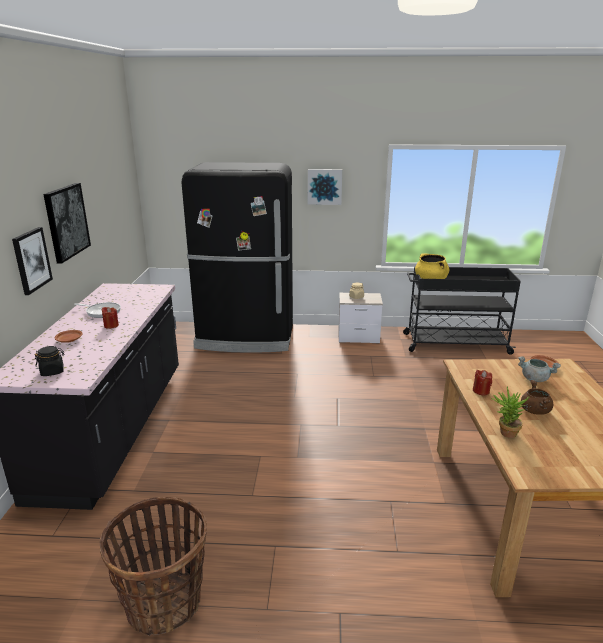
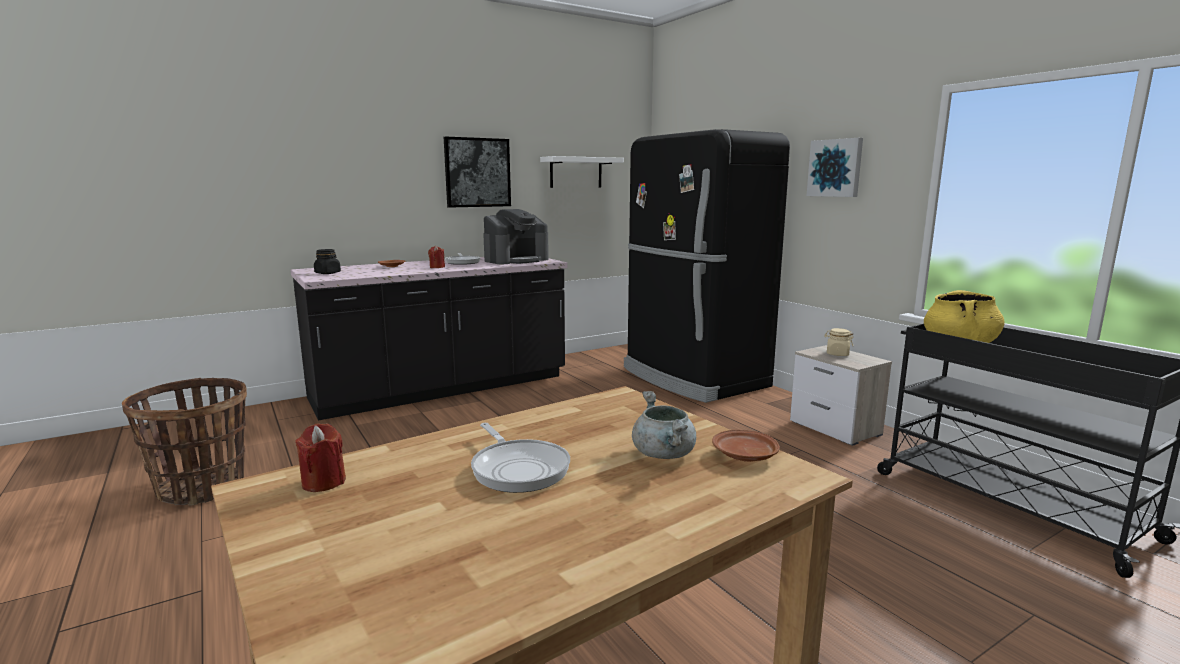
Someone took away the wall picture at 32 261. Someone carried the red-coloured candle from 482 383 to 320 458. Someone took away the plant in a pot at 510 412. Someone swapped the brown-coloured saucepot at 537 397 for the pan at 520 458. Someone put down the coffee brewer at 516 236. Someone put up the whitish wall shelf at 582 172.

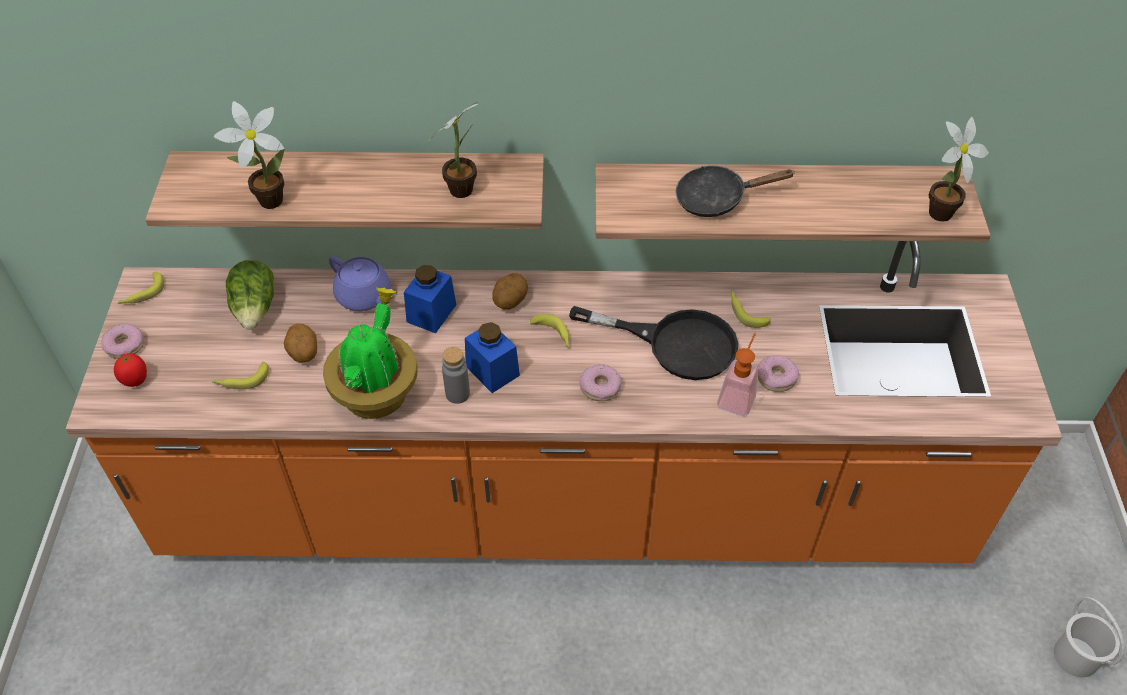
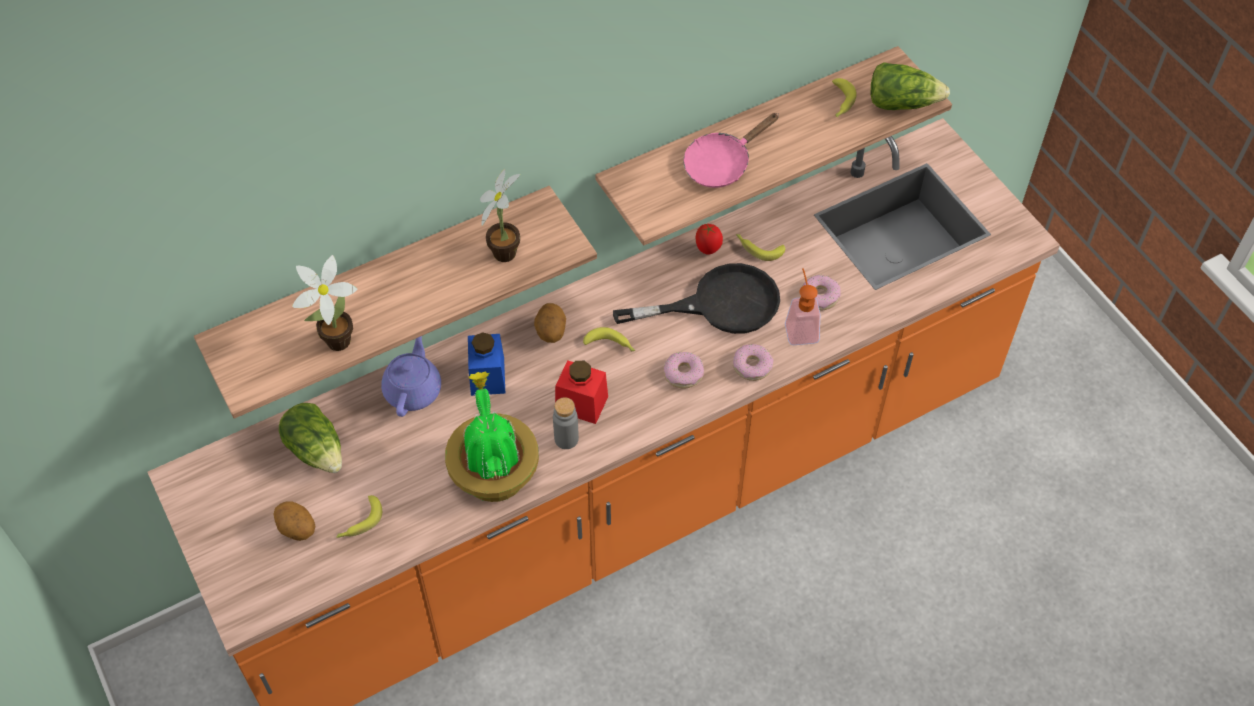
Someone carried the ring doughnut from 122 341 to 753 362. Someone carried the fresh tomato from 130 370 to 709 239. Someone carried the banana fruit from 141 288 to 844 97. Someone carried the potato from 300 343 to 294 521. Someone rotated the purple pot for tea at 362 283 by 90 degrees counterclockwise. Someone repainted the blue-coloured jar at 492 357, which became the red-coloured jar at 581 392. Someone repainted the blackish pan at 735 191, which became the pinkish pan at 731 150. Someone swapped the plant in a pot at 959 169 for the head of lettuce at 910 86. Someone took away the whitish bucket at 1089 637.

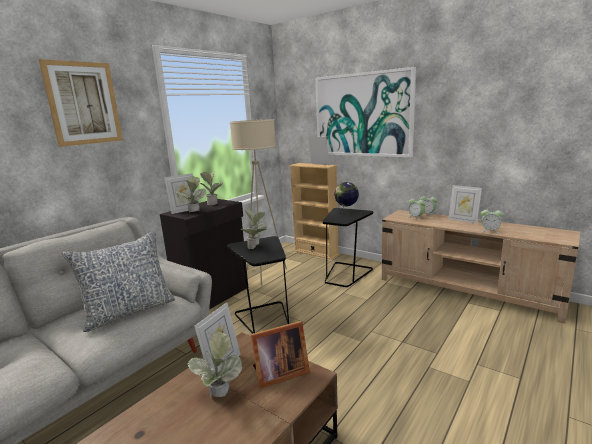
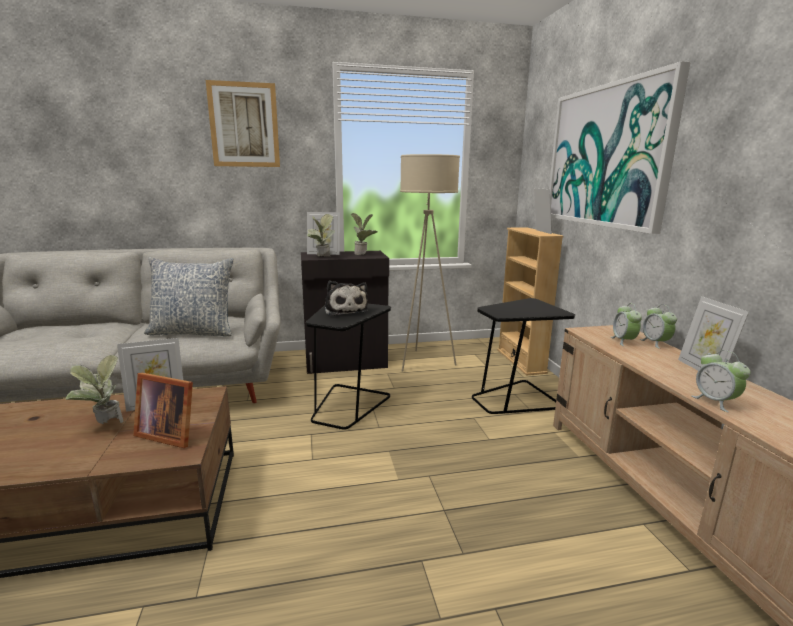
Someone swapped the plant in a pot at 254 229 for the cuddly toy at 346 298. Someone took away the world globe at 346 198.

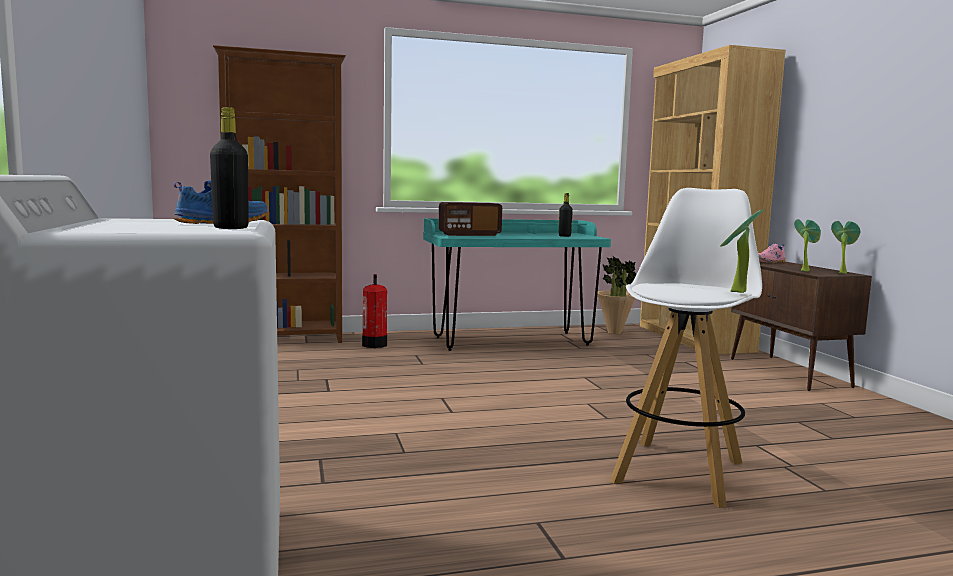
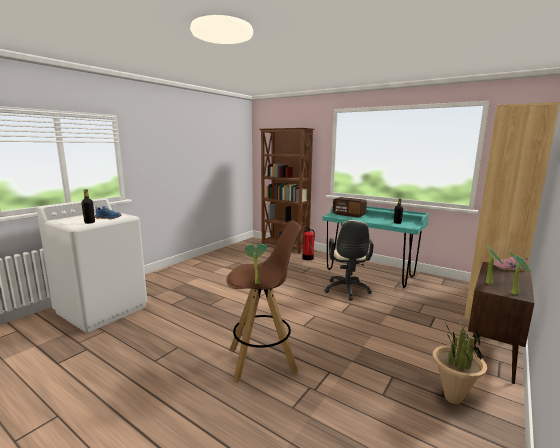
Someone carried the plant in a pot from 616 294 to 460 360. Someone repainted the whitish stool seat at 686 348, which became the brown-coloured stool seat at 264 302. Someone put down the sand-coloured computer chair at 349 260.

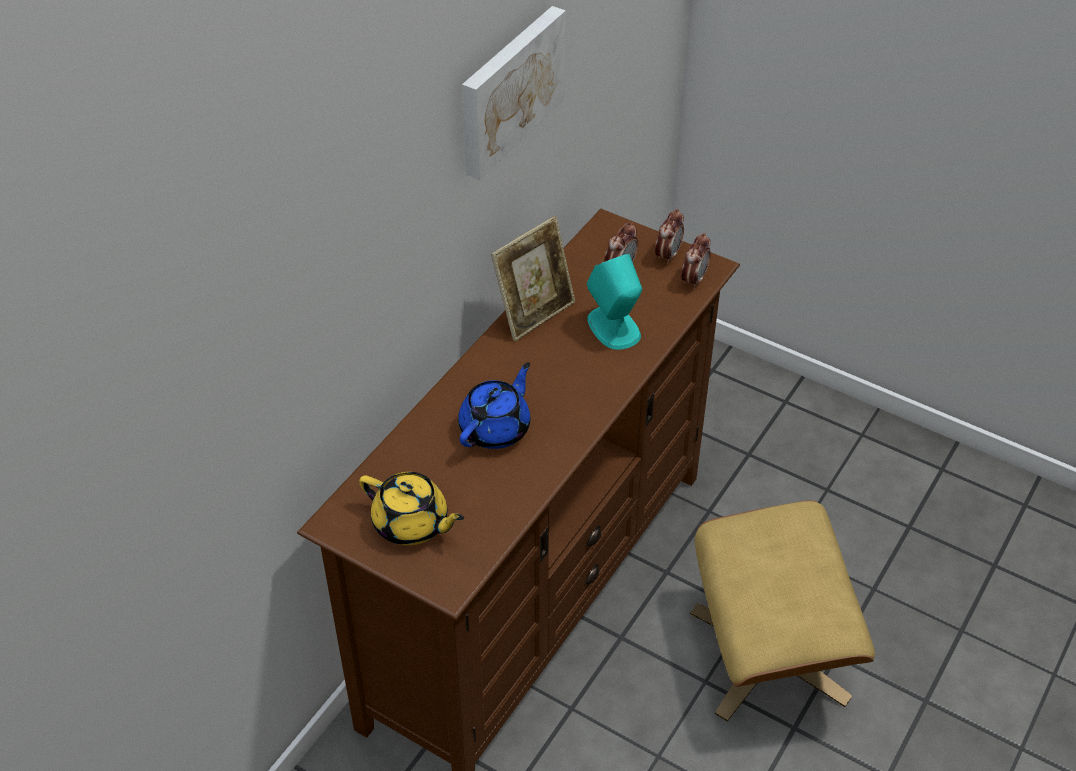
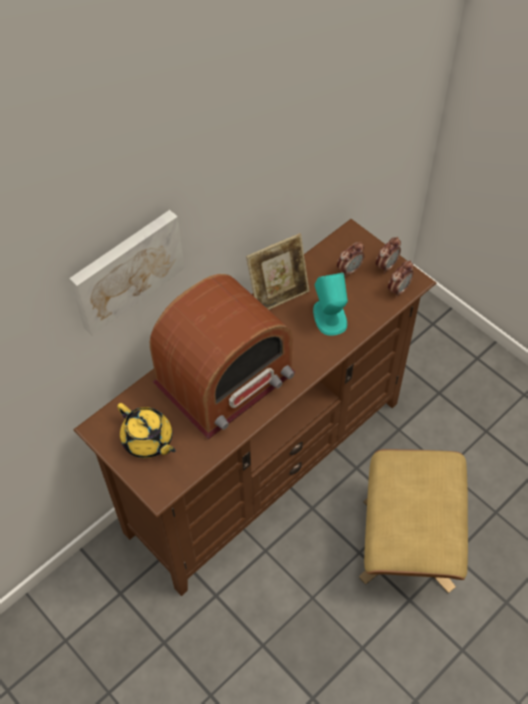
Someone swapped the blue-coloured pot for tea at 494 405 for the radio receiver at 222 357. Someone carried the wall picture from 514 93 to 126 273.

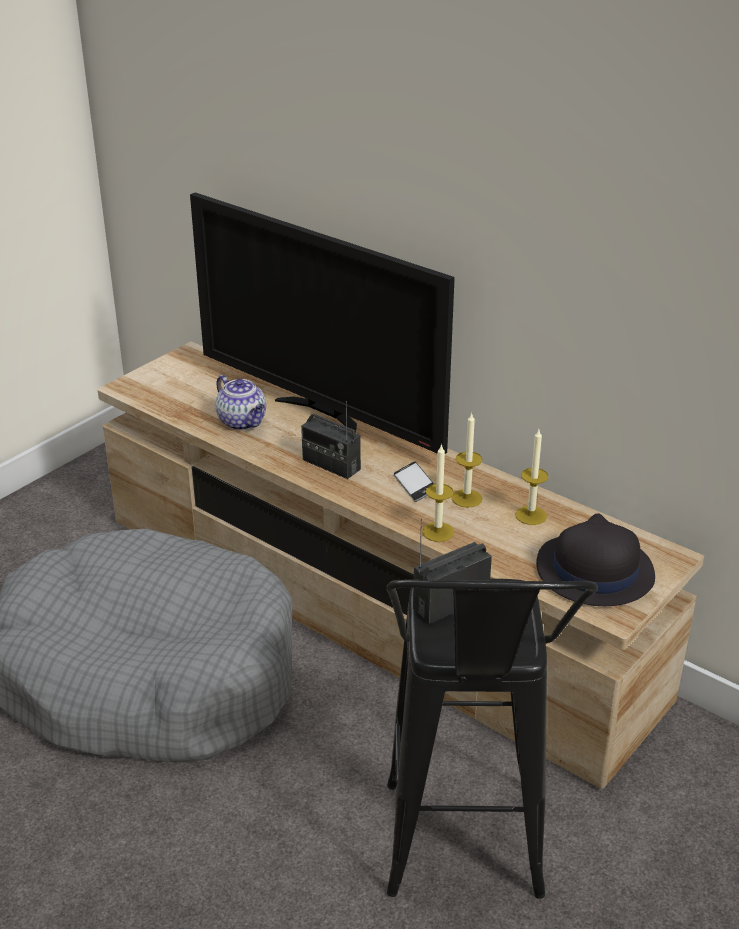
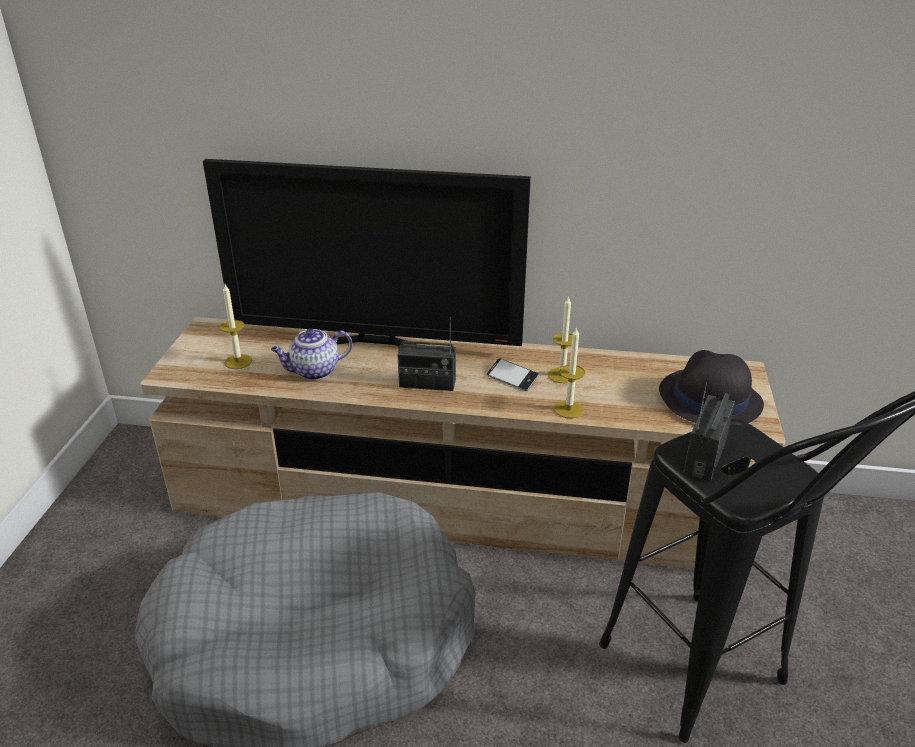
Someone rotated the pot for tea at 241 402 by 135 degrees clockwise. Someone carried the candle from 531 477 to 236 326.

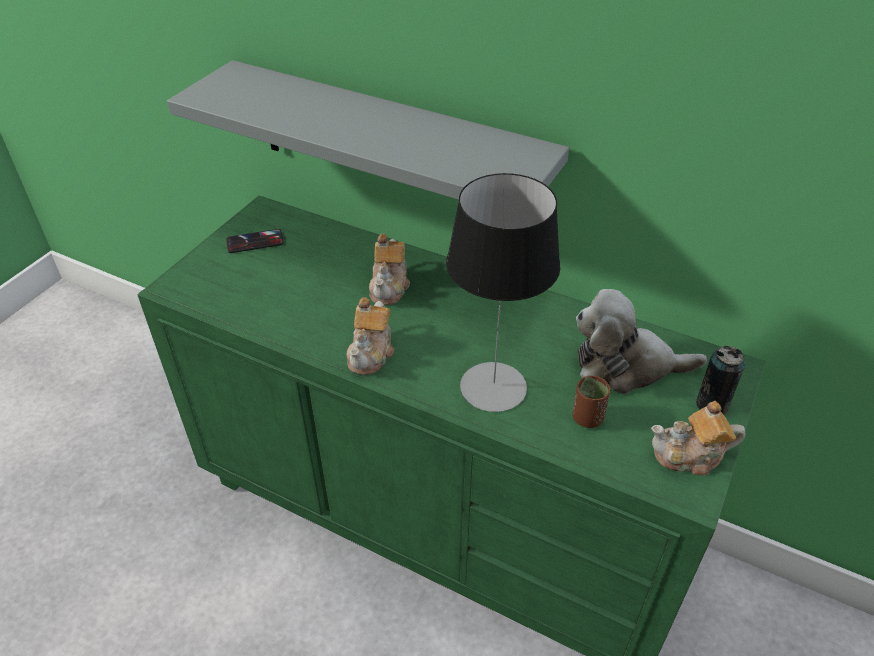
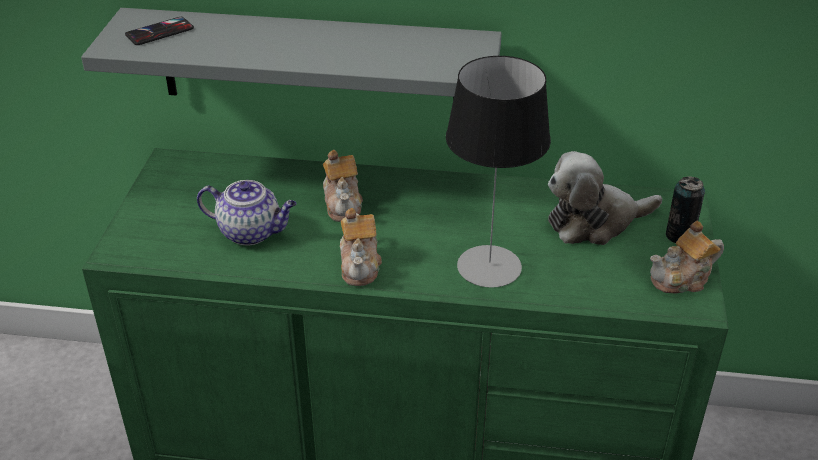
Someone carried the phone from 255 241 to 159 31. Someone took away the brown-coloured cup at 591 402. Someone put down the pot for tea at 247 212.

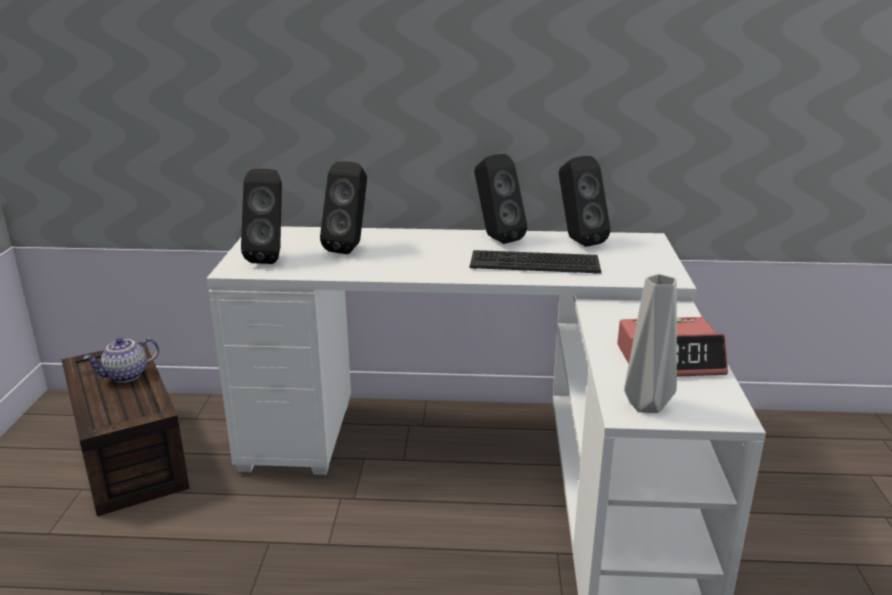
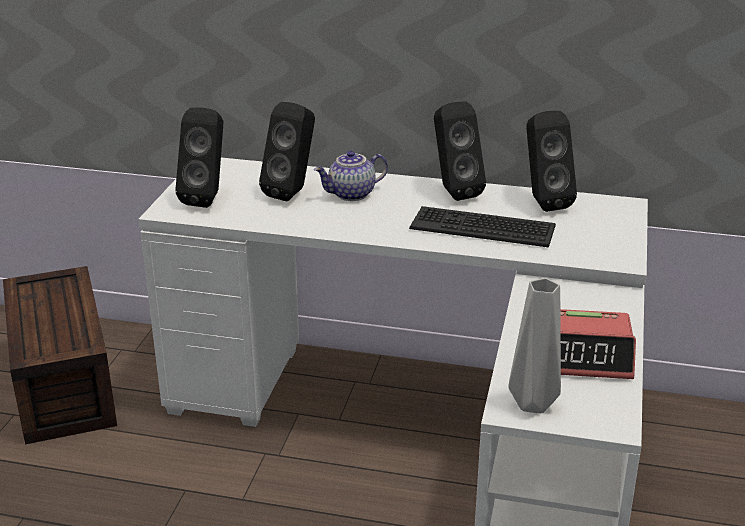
Someone carried the pot for tea from 121 360 to 351 176.

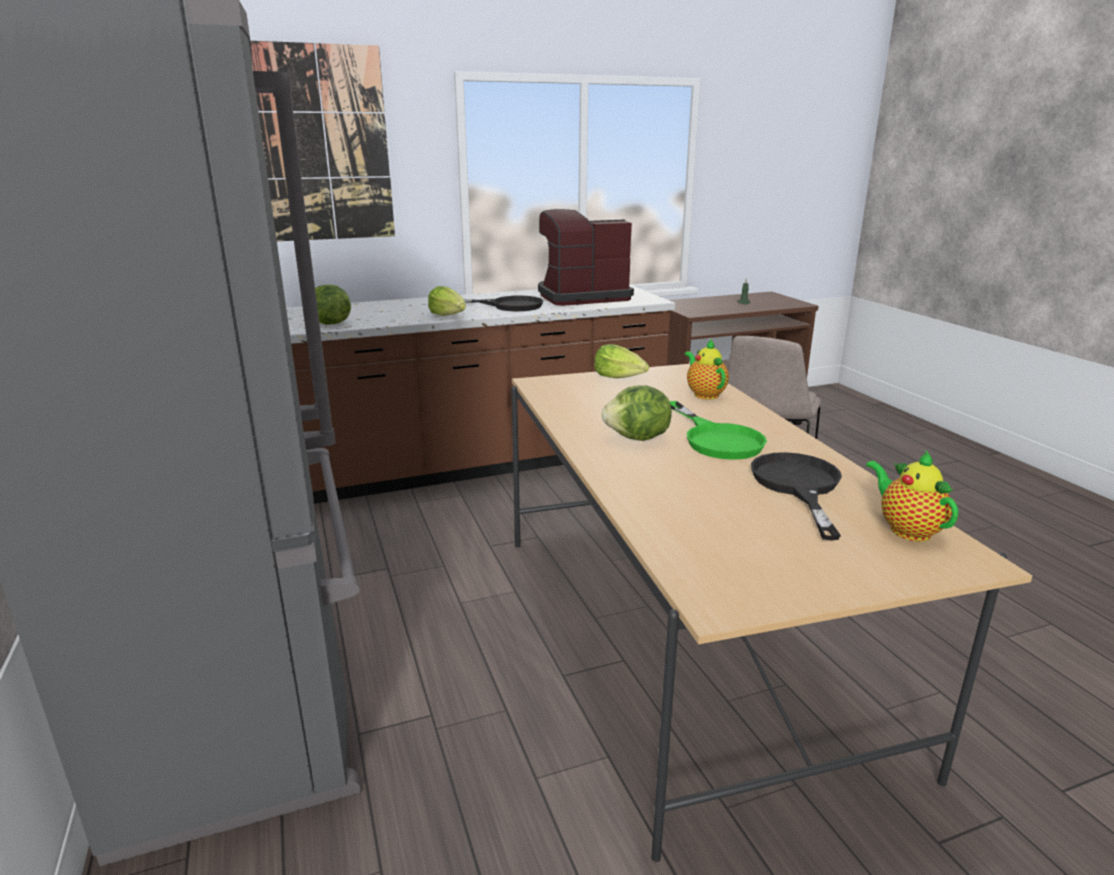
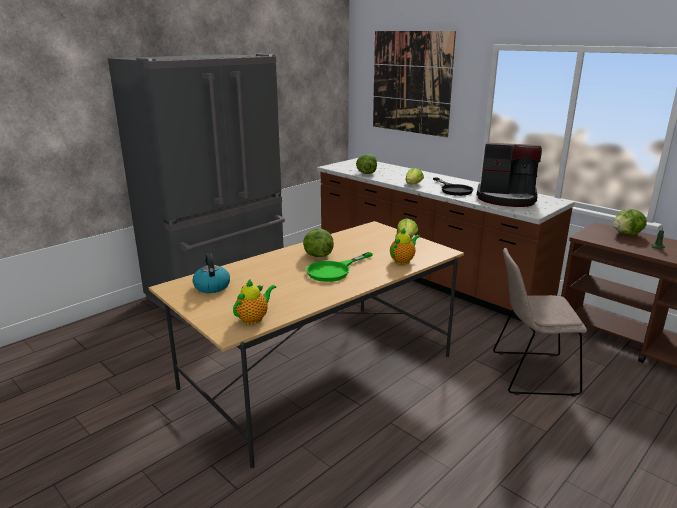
Someone rotated the coffee brewer at 586 257 by 150 degrees clockwise. Someone took away the blackish pan at 796 496. Someone put down the kettle at 211 273. Someone put down the head of lettuce at 630 222.

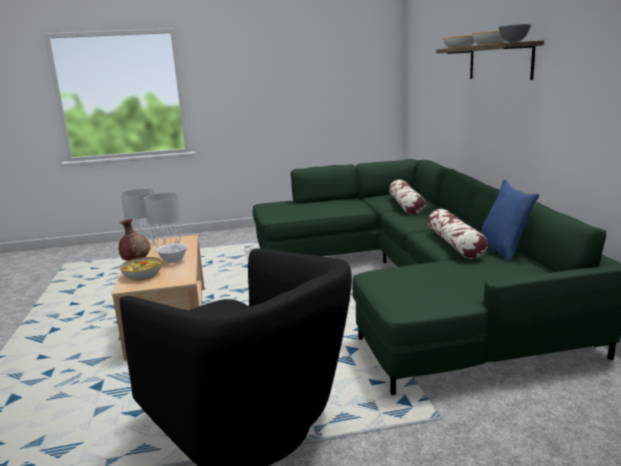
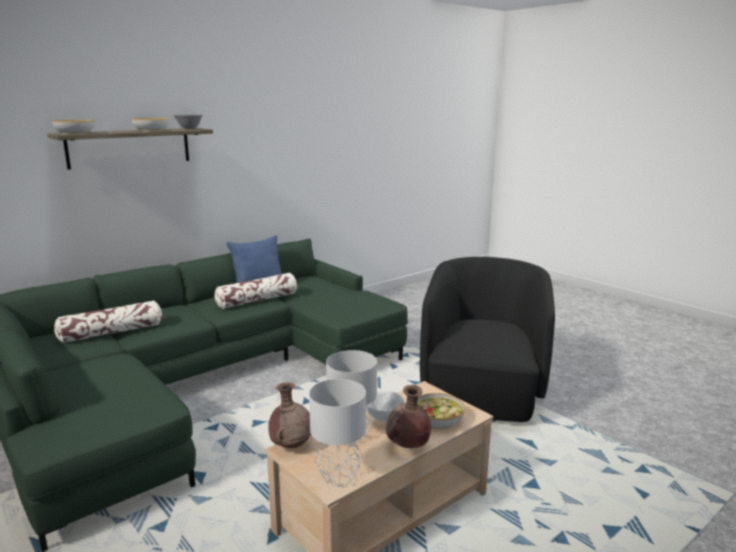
Someone put down the brown-coloured vase at 289 415.

